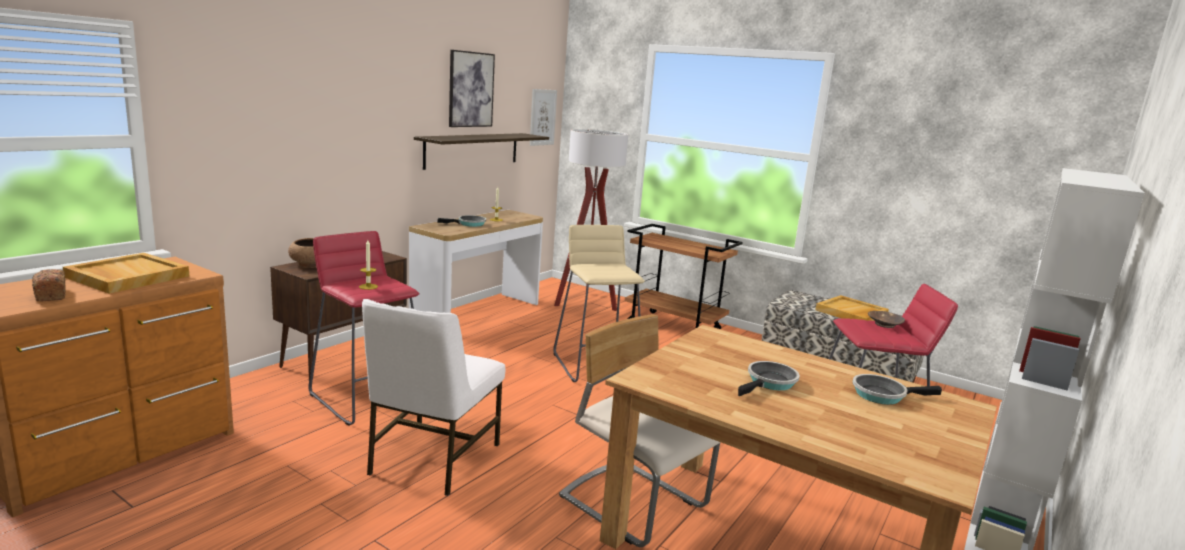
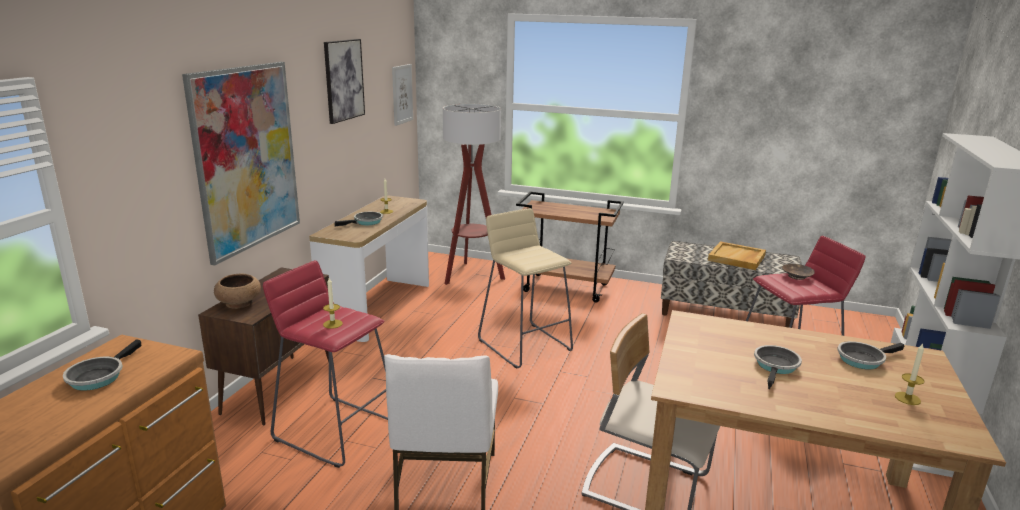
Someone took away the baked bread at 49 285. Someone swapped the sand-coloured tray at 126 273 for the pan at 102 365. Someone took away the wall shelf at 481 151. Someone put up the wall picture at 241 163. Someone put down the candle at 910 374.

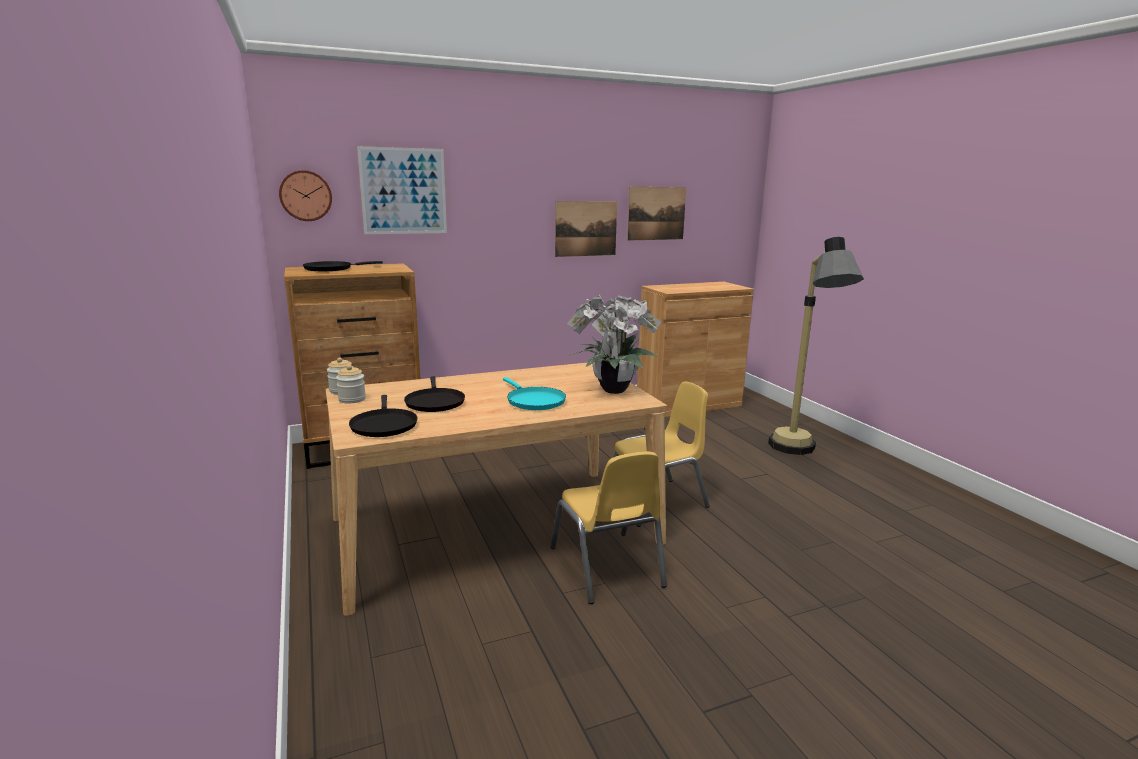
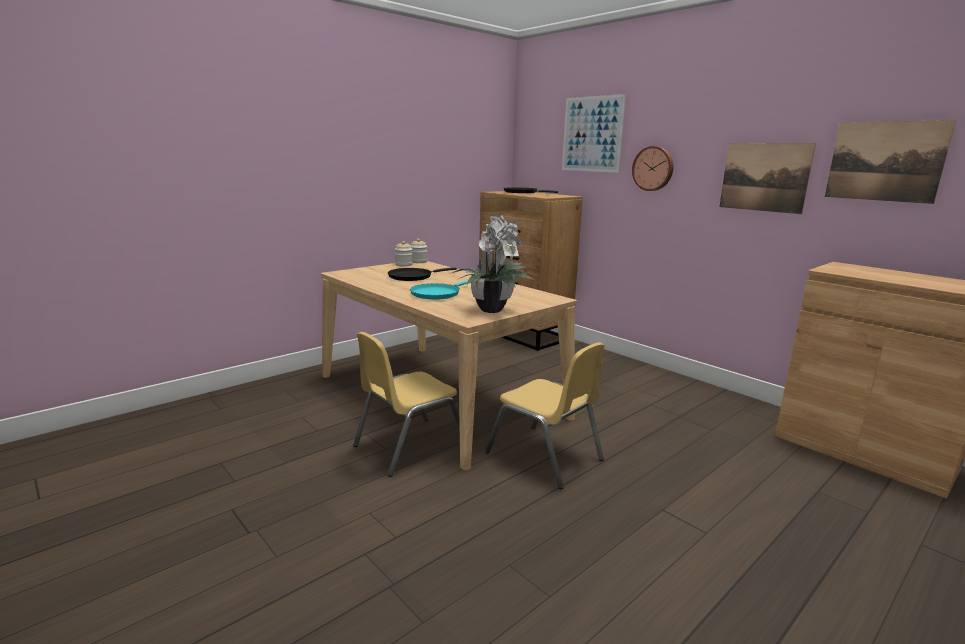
Someone carried the wall clock from 305 195 to 653 168. Someone took away the blackish pan at 383 416. Someone took away the standard lamp at 816 346.

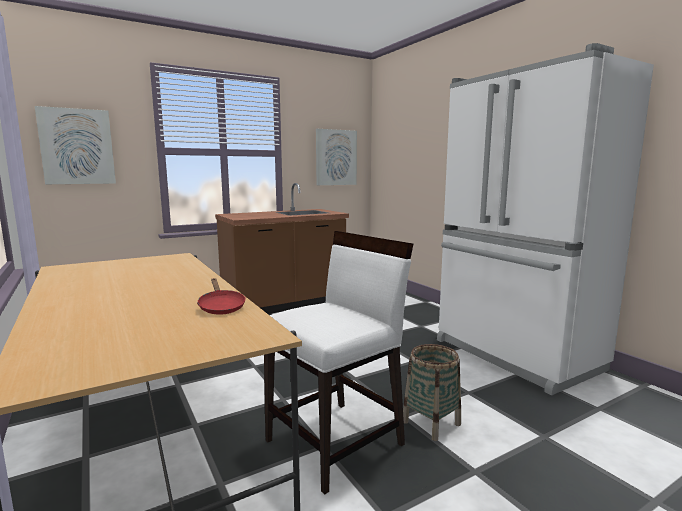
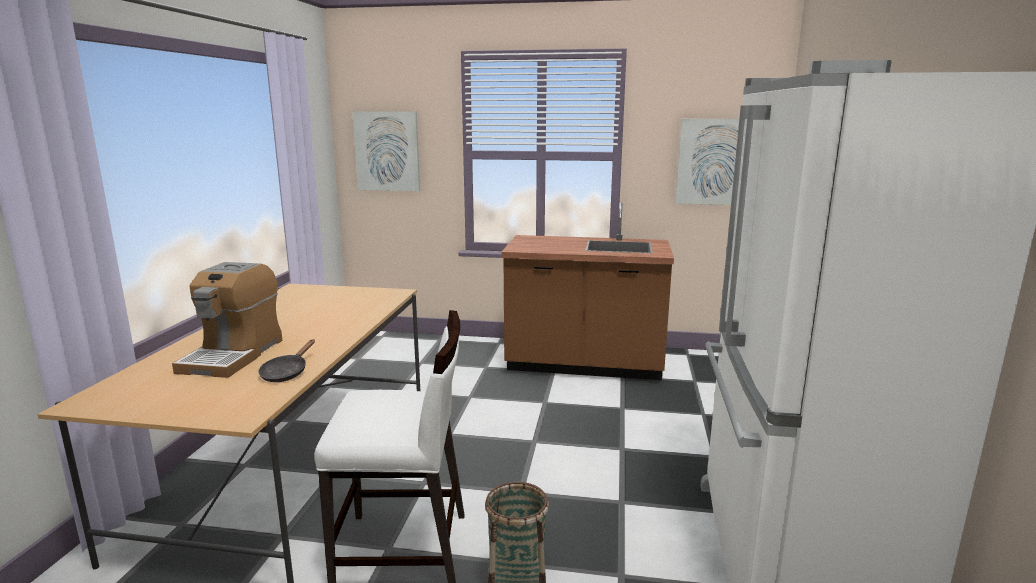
Someone repainted the red-coloured pan at 221 296, which became the blackish pan at 286 360. Someone put down the coffee brewer at 227 320.

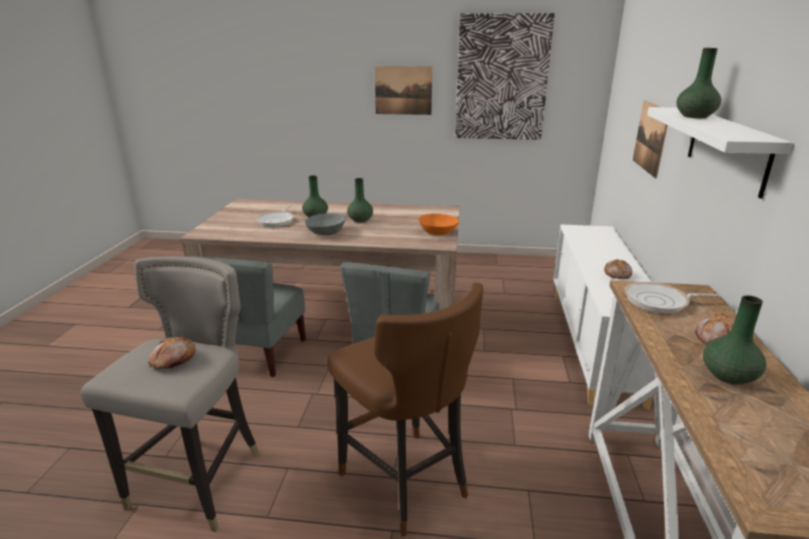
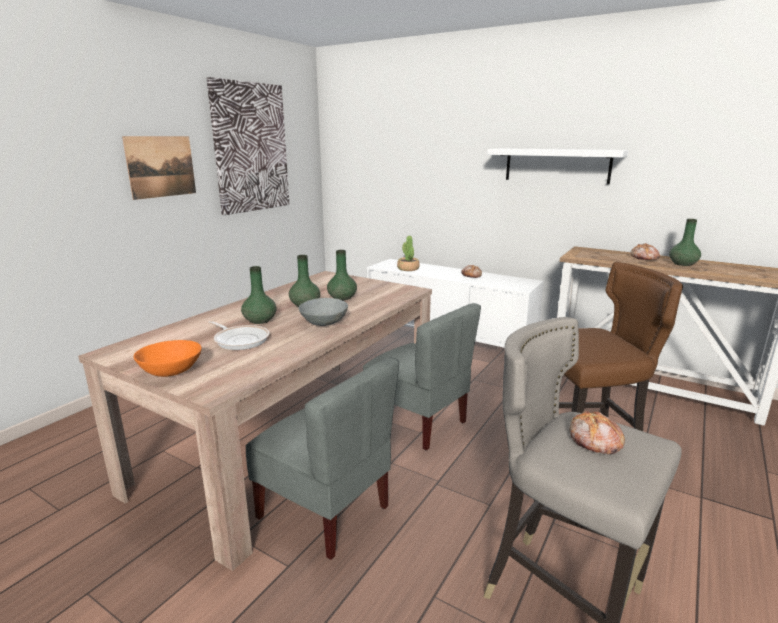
Someone carried the orangey deep dish from 439 225 to 168 358. Someone took away the pan at 672 297. Someone took away the wall picture at 650 139. Someone carried the greenish vase from 698 83 to 342 275. Someone put down the plant in a pot at 408 253.

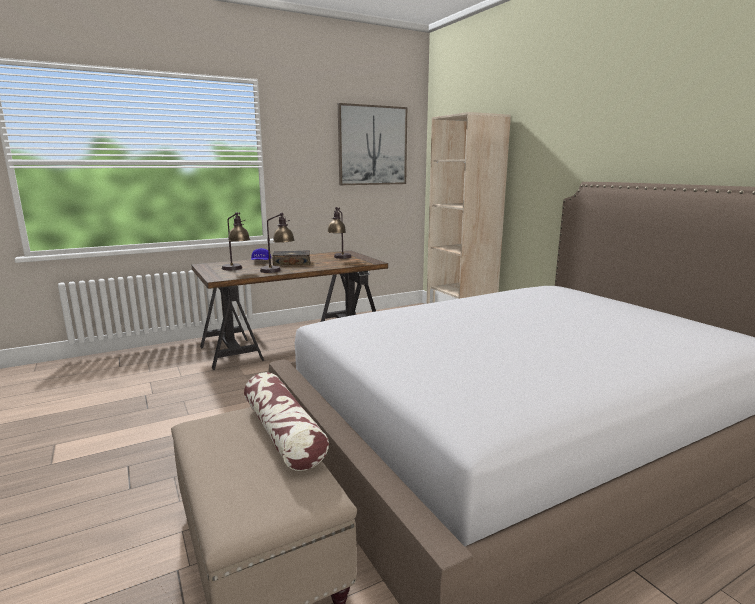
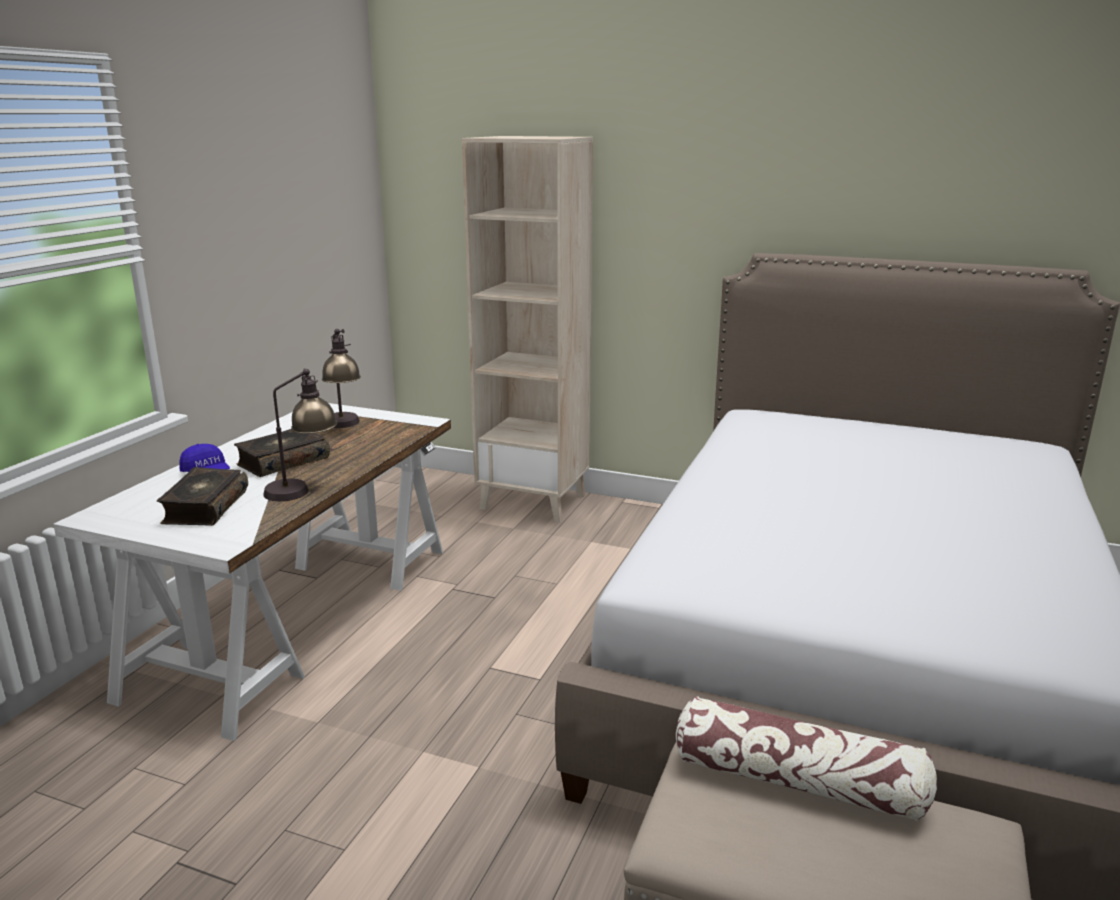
Someone repainted the brown-coloured desk table at 289 310, which became the whitish desk table at 252 572. Someone swapped the tabletop lamp at 236 241 for the volume at 202 496. Someone took away the wall picture at 372 144.

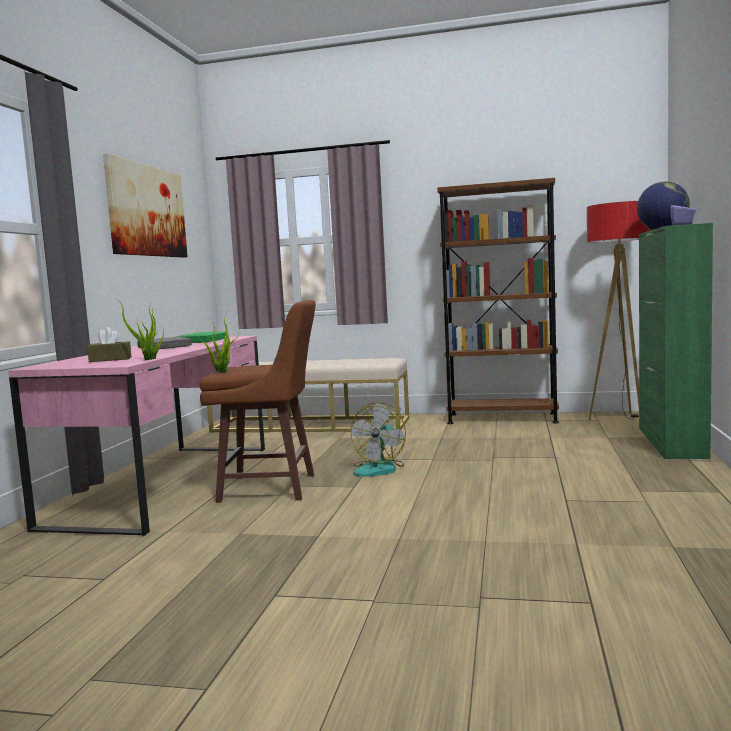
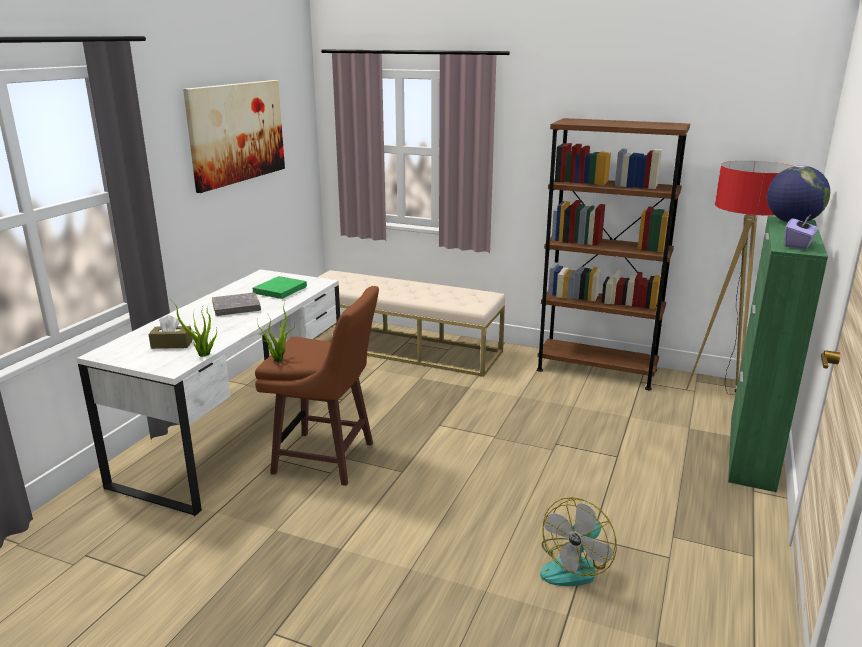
Someone repainted the pinkish desk table at 136 436, which became the whitish desk table at 208 392. Someone carried the cooling fan from 378 439 to 578 541.

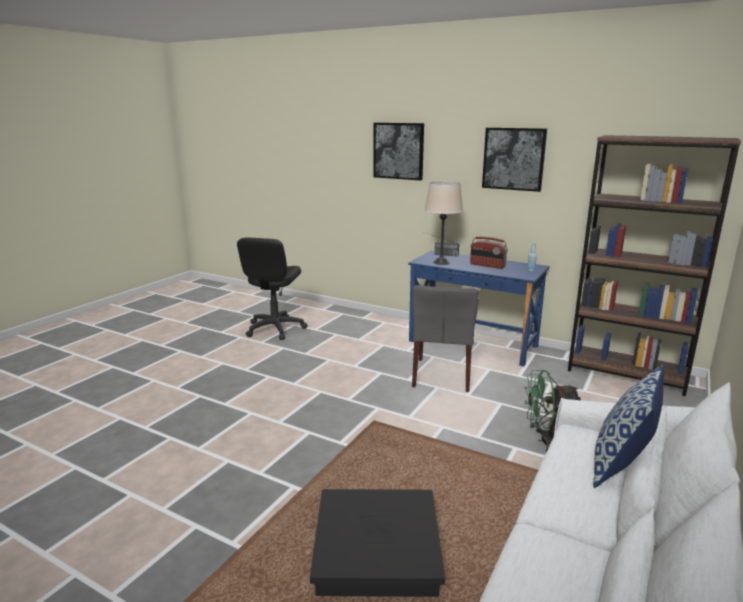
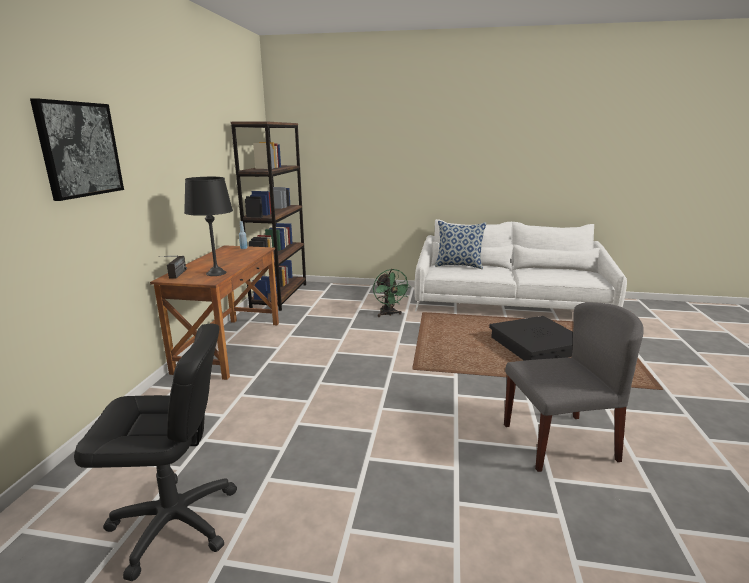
Someone repainted the blue-coloured desk table at 479 308, which became the brown-coloured desk table at 214 312. Someone carried the greyish plain chair from 445 338 to 574 387. Someone repainted the sand-coloured tabletop lamp at 443 223, which became the blackish tabletop lamp at 208 226. Someone took away the radio receiver at 489 253. Someone took away the wall picture at 514 159.

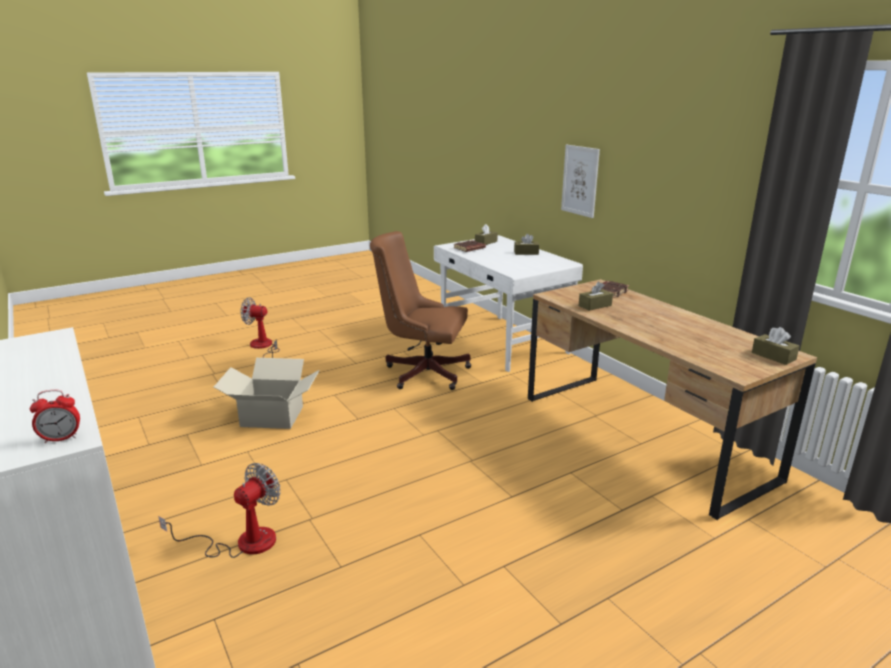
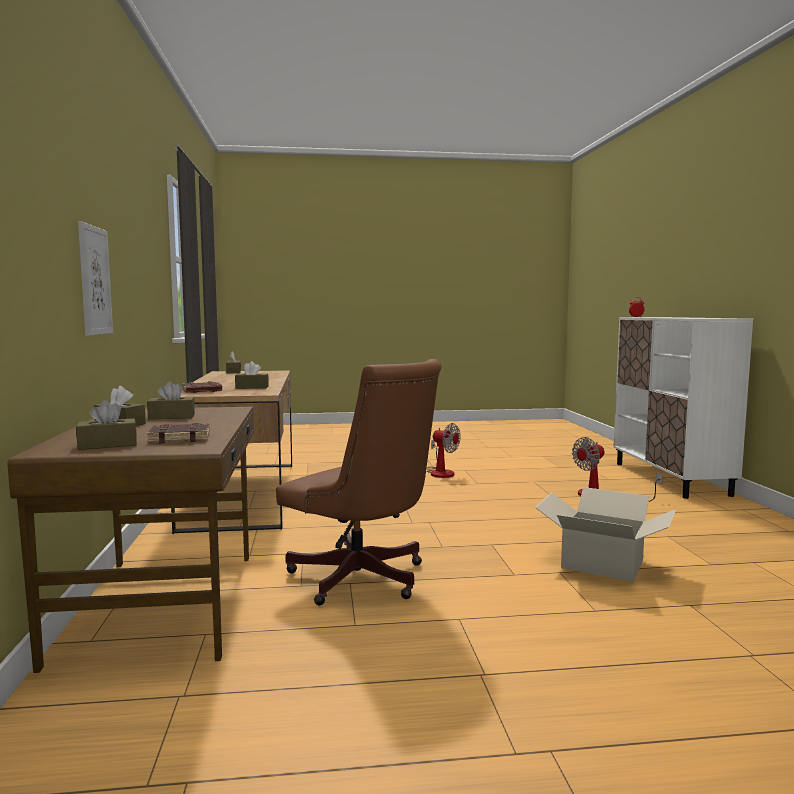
Someone carried the cooling fan from 260 327 to 443 450. Someone repainted the whitish desk table at 508 303, which became the brown-coloured desk table at 131 540. Someone put down the brown-coloured tissue box at 171 400.

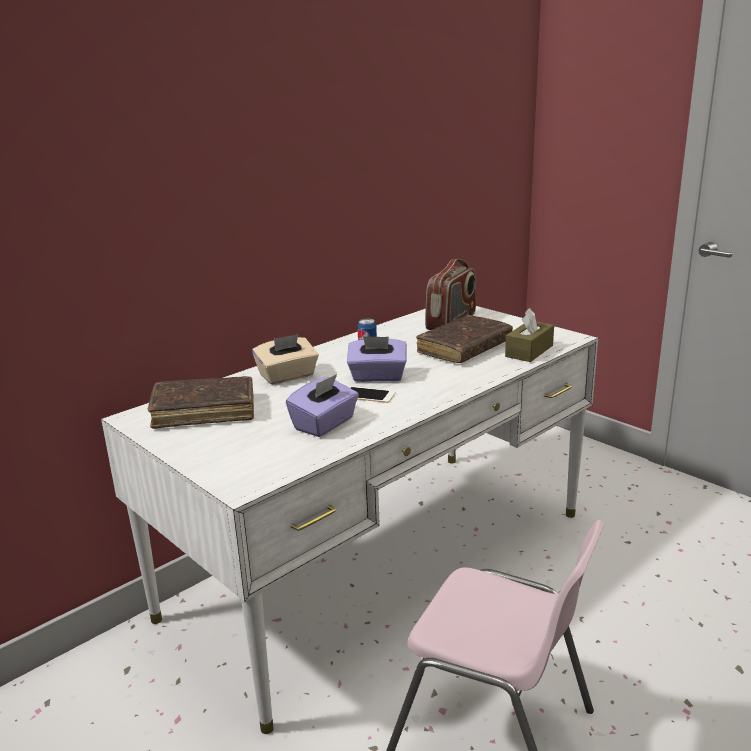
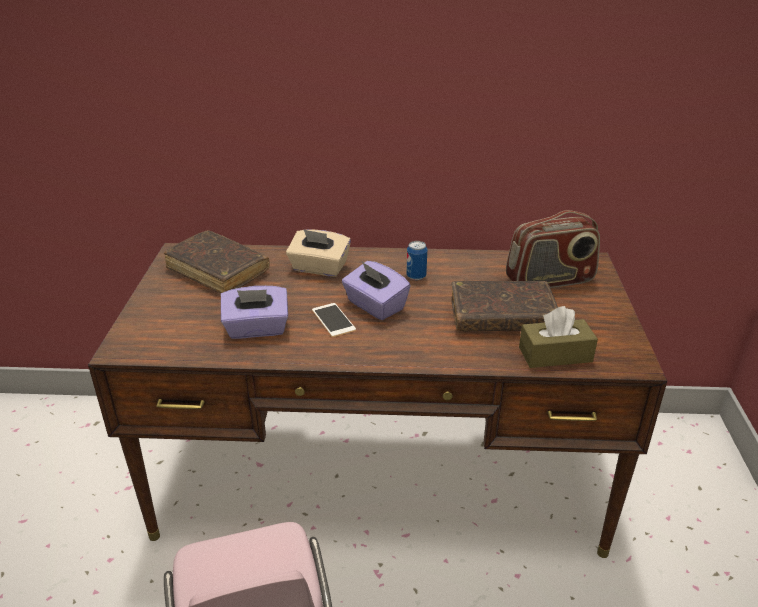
Someone repainted the whitish desk table at 349 520, which became the brown-coloured desk table at 377 400.

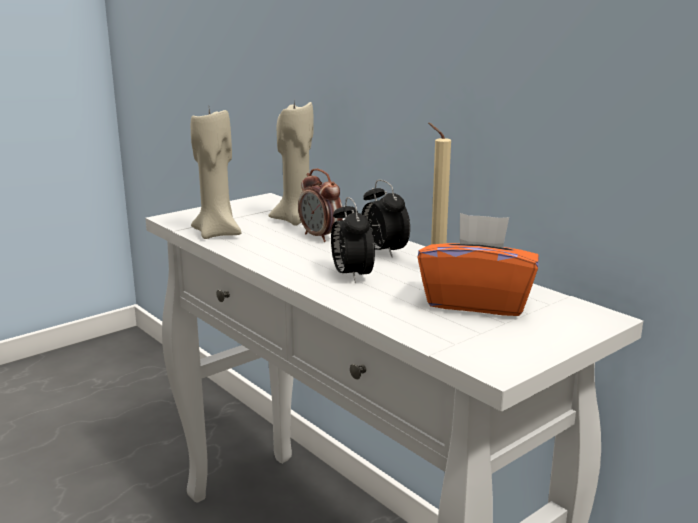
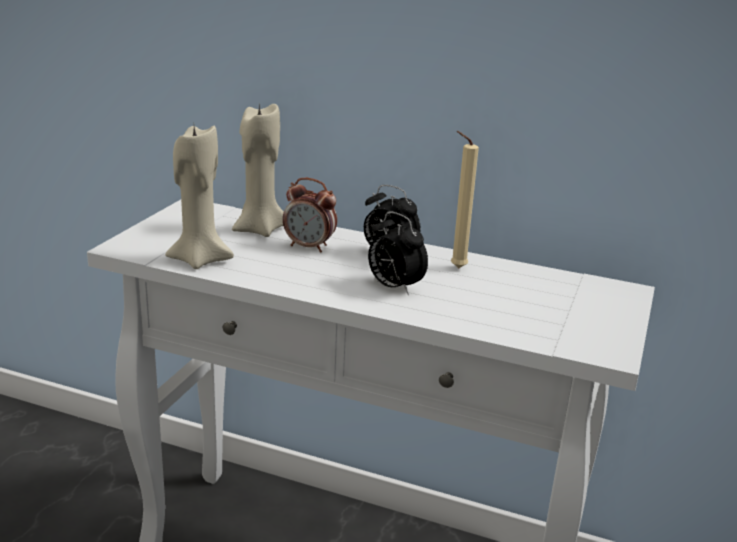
Someone took away the orangey tissue box at 478 264.

